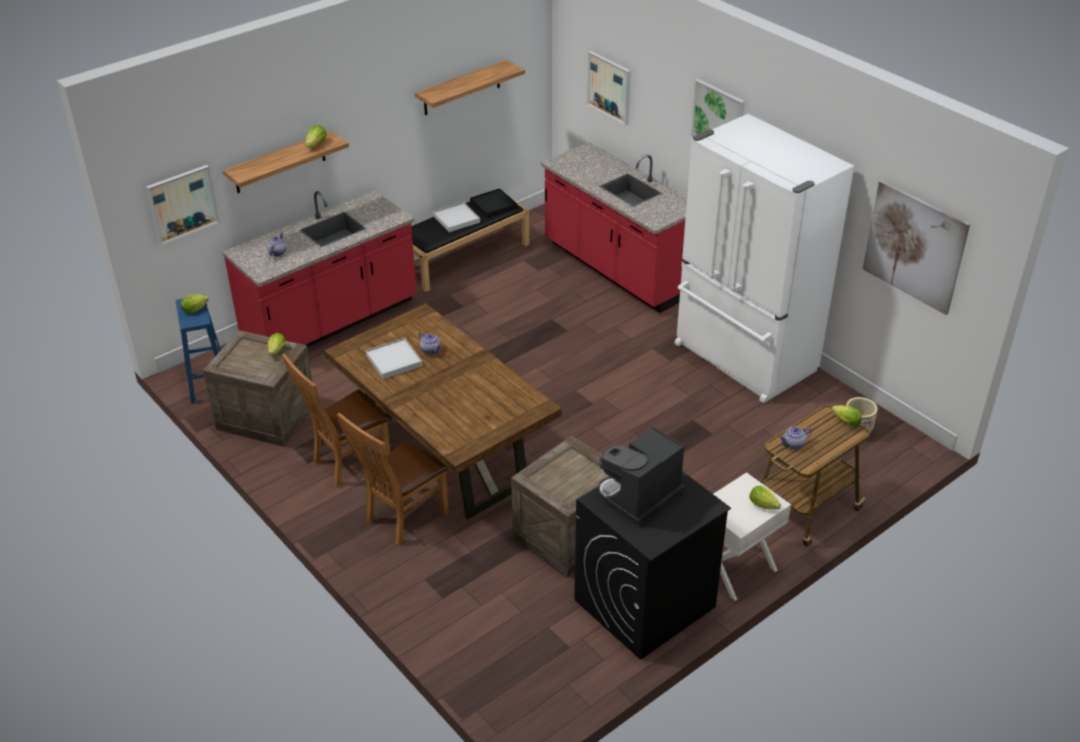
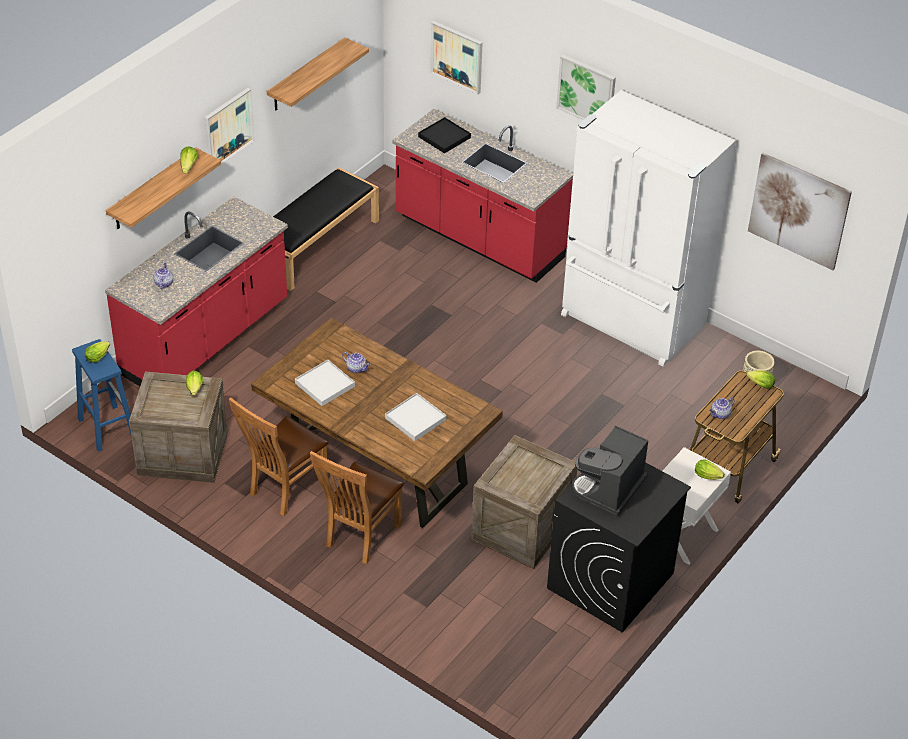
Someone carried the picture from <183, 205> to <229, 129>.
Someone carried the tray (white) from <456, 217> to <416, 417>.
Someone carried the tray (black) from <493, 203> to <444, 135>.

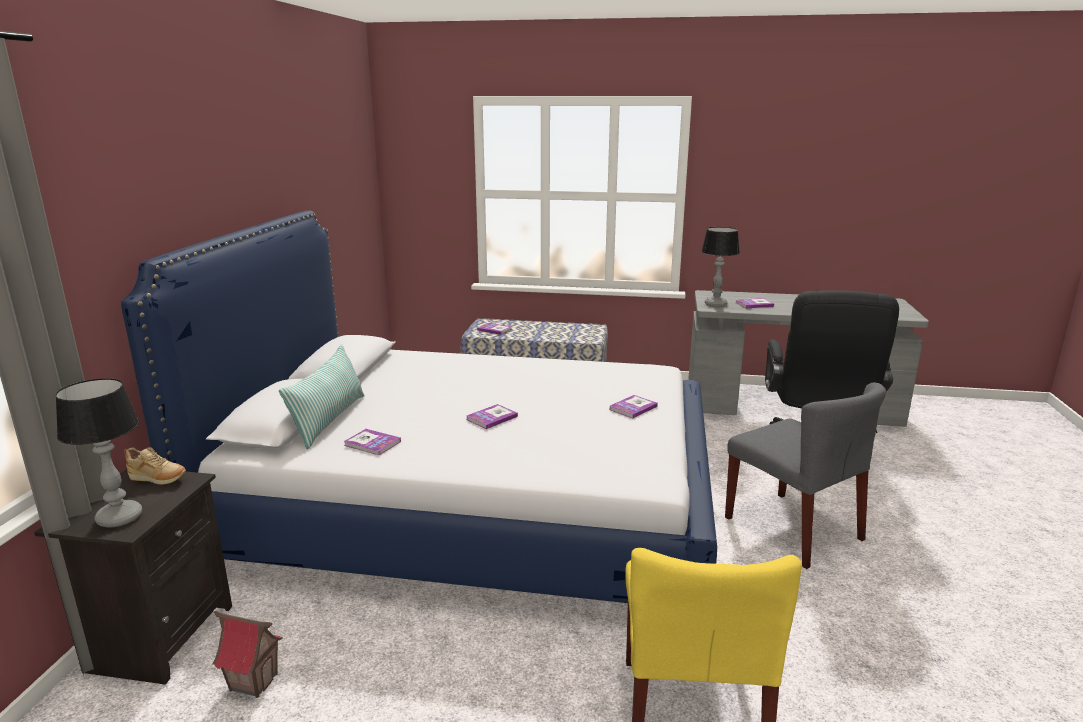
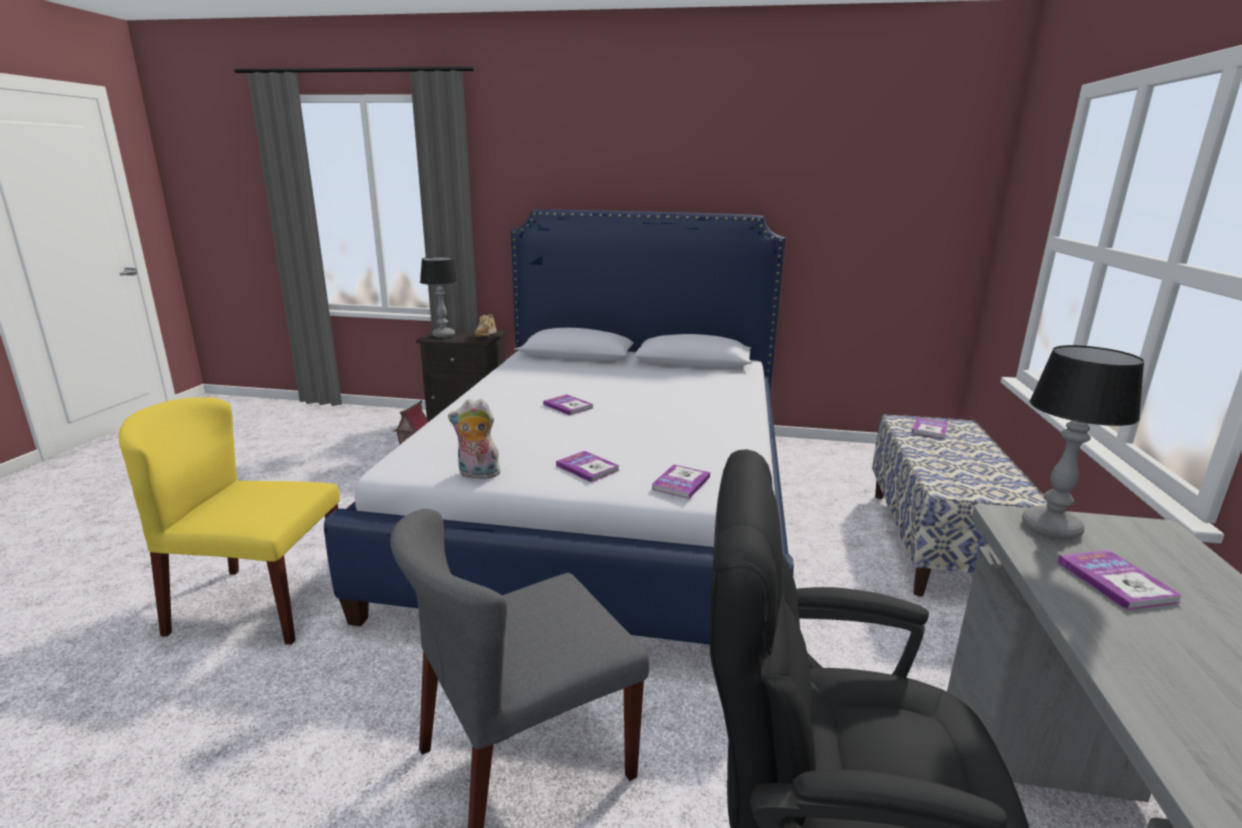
Someone took away the pillow at <321, 397>.
Someone put down the plush toy at <474, 439>.
Someone carried the book from <372, 442> to <680, 481>.

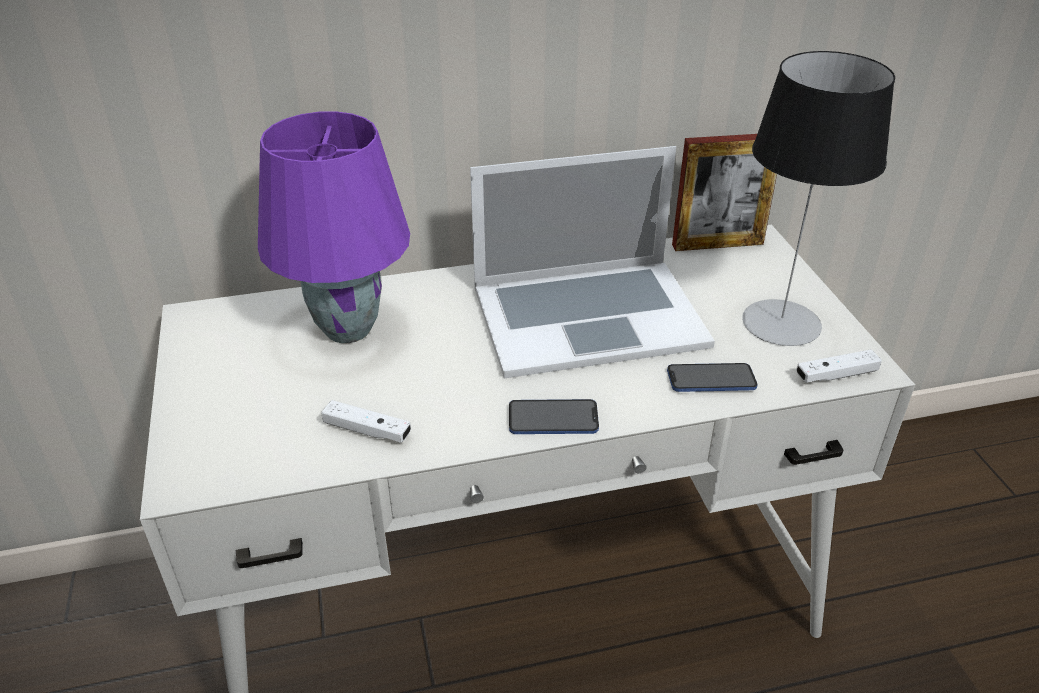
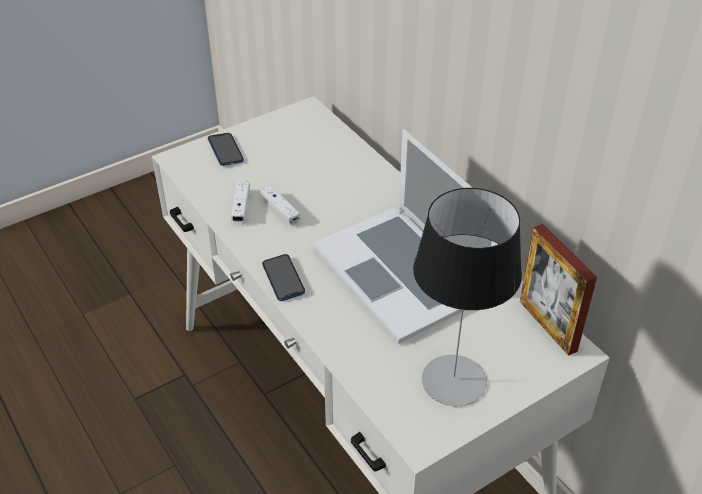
Someone took away the table lamp (purple) at <334, 227>.
Someone carried the phone from <712, 377> to <226, 149>.
Someone carried the game controller (white) from <839, 366> to <280, 205>.

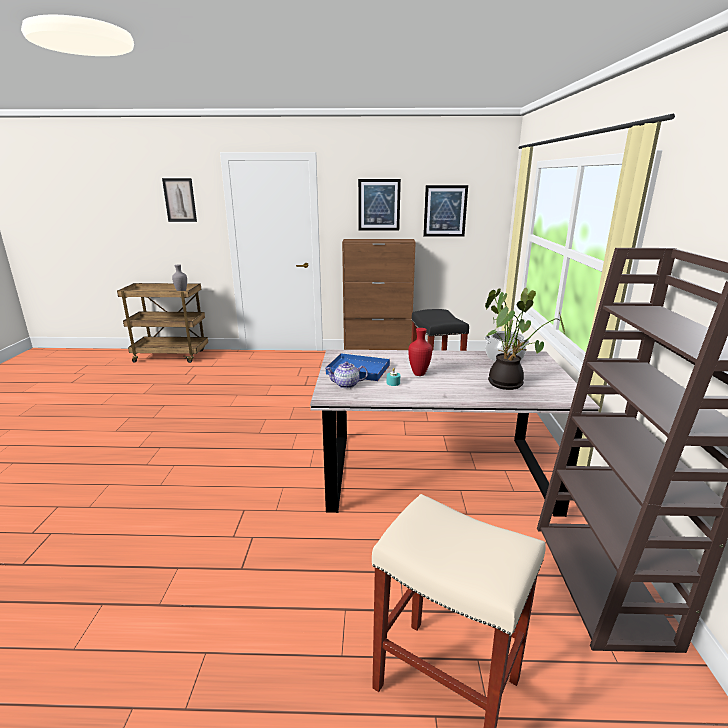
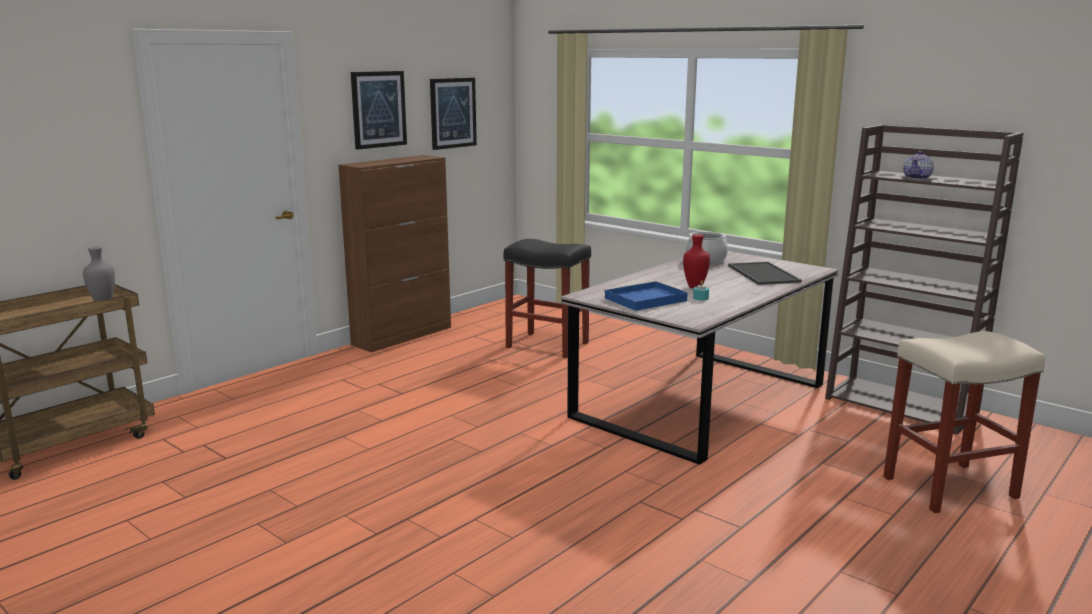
Someone took away the picture at <179, 200>.
Someone carried the teapot from <346, 375> to <918, 165>.
Someone swapped the potted plant at <525, 339> for the tray at <765, 273>.

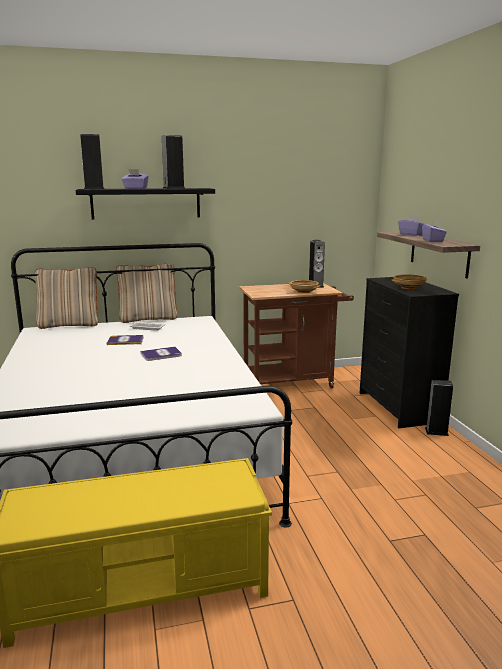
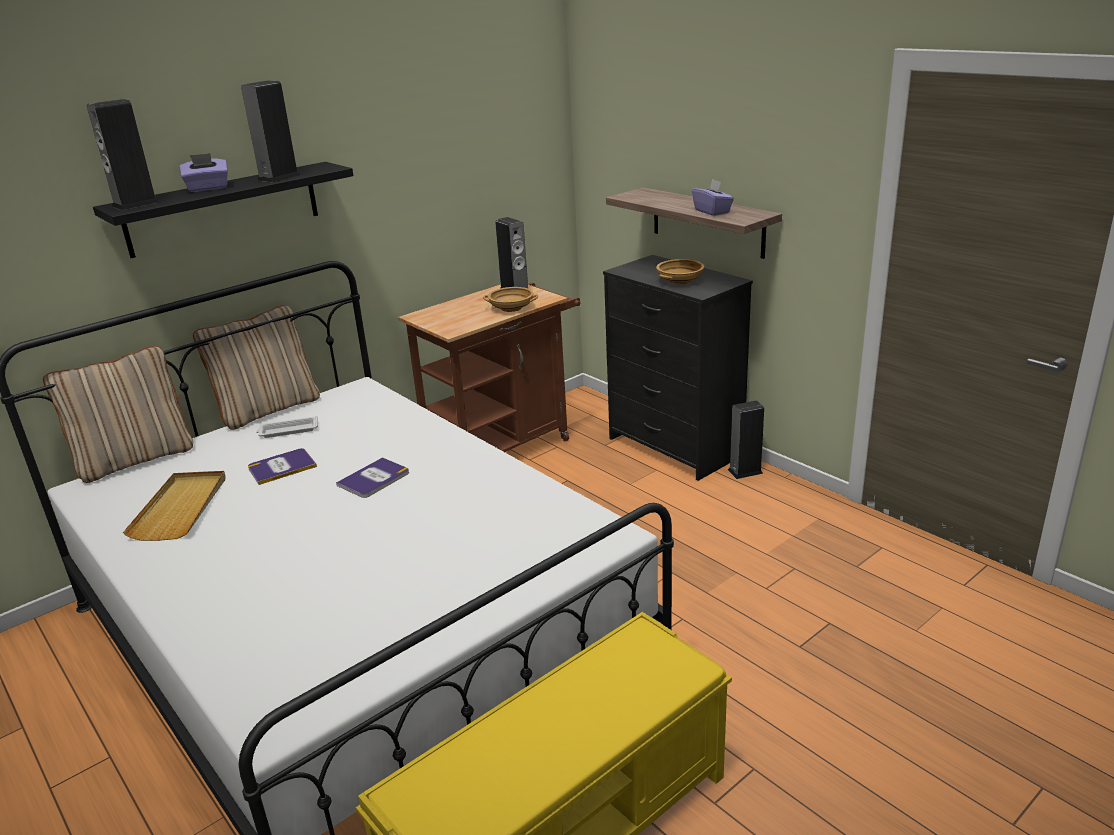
Someone took away the tissue box (purple) at <411, 225>.
Someone put down the tray (beige) at <174, 506>.

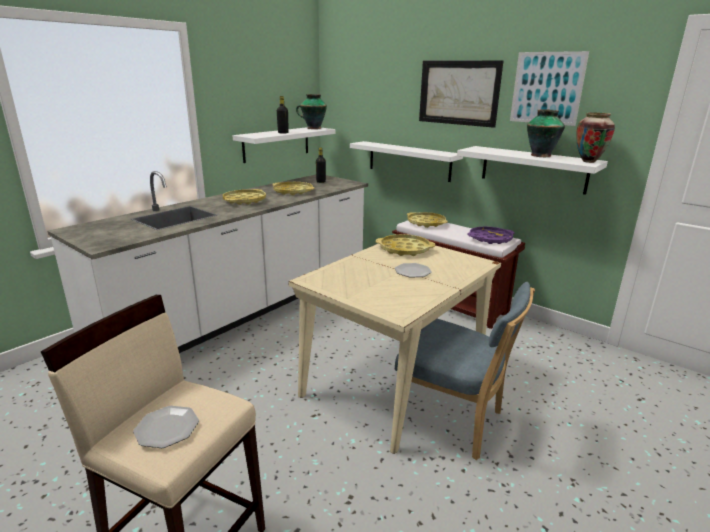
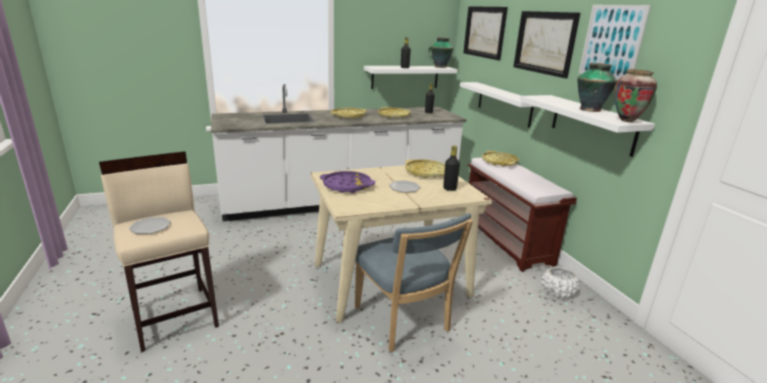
Someone put down the bottle (black) at <451, 168>.
Someone put up the picture at <485, 33>.
Someone put down the planter (white) at <560, 283>.
Someone carried the tray (purple) from <491, 235> to <347, 182>.

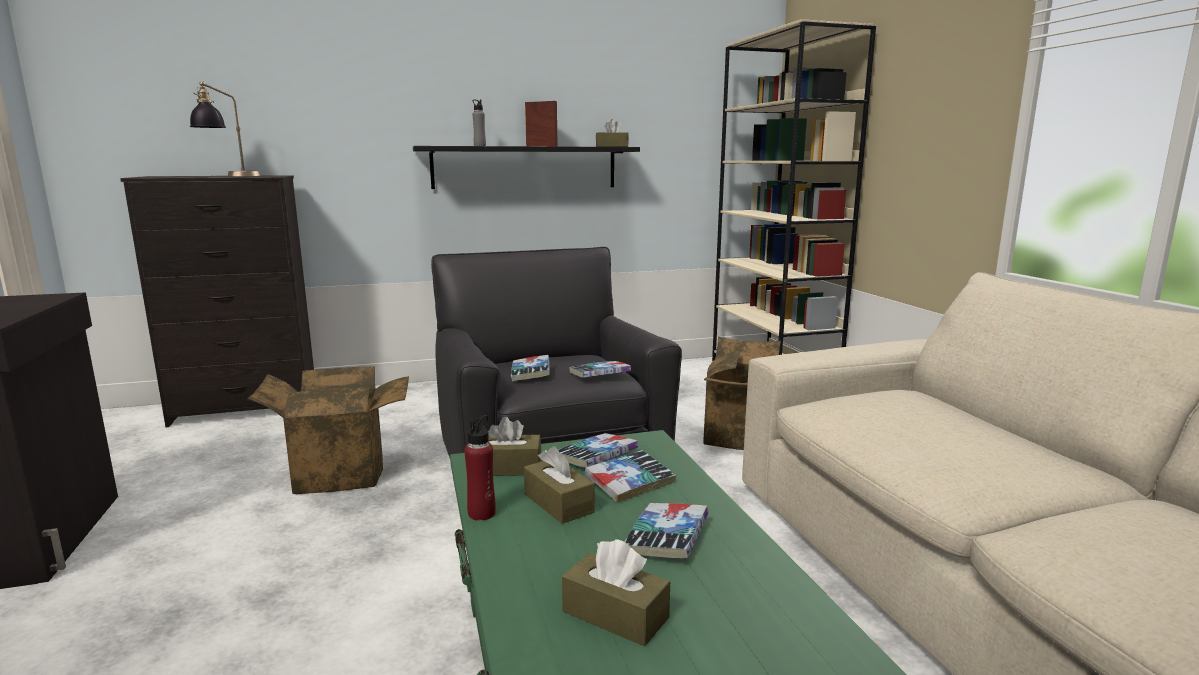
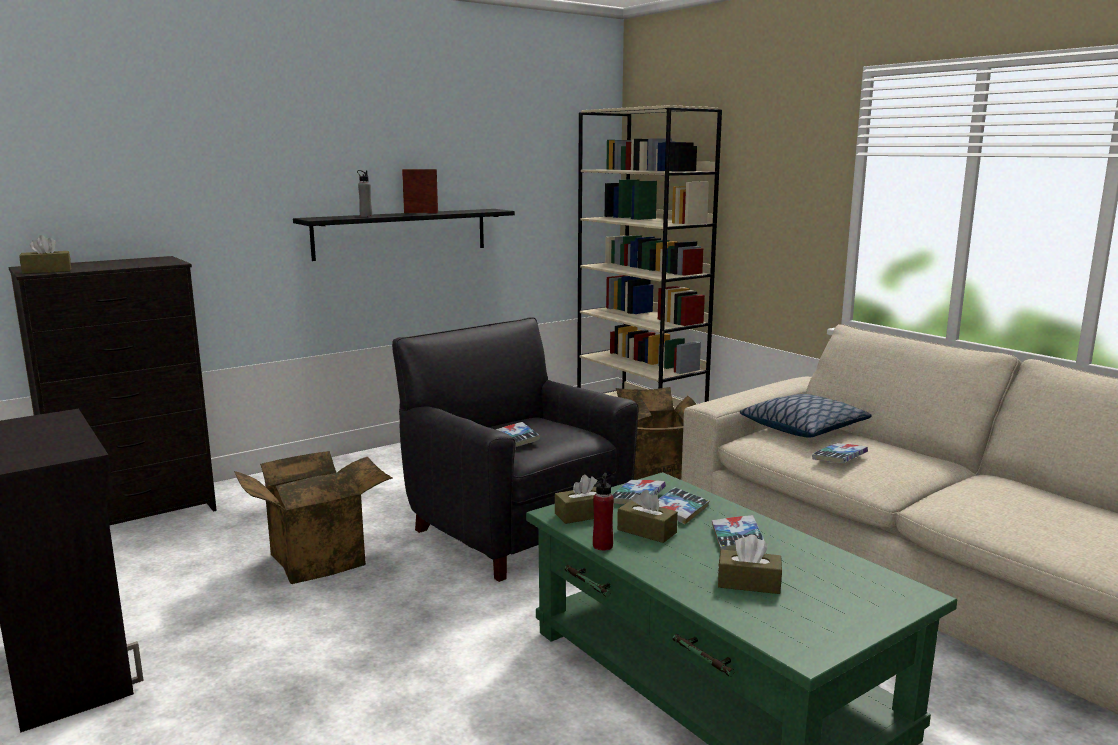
Someone took away the table lamp at <225, 128>.
Someone put down the pillow at <805, 416>.
Someone carried the book from <600, 369> to <840, 453>.
Someone carried the tissue box (brown) from <612, 133> to <45, 254>.

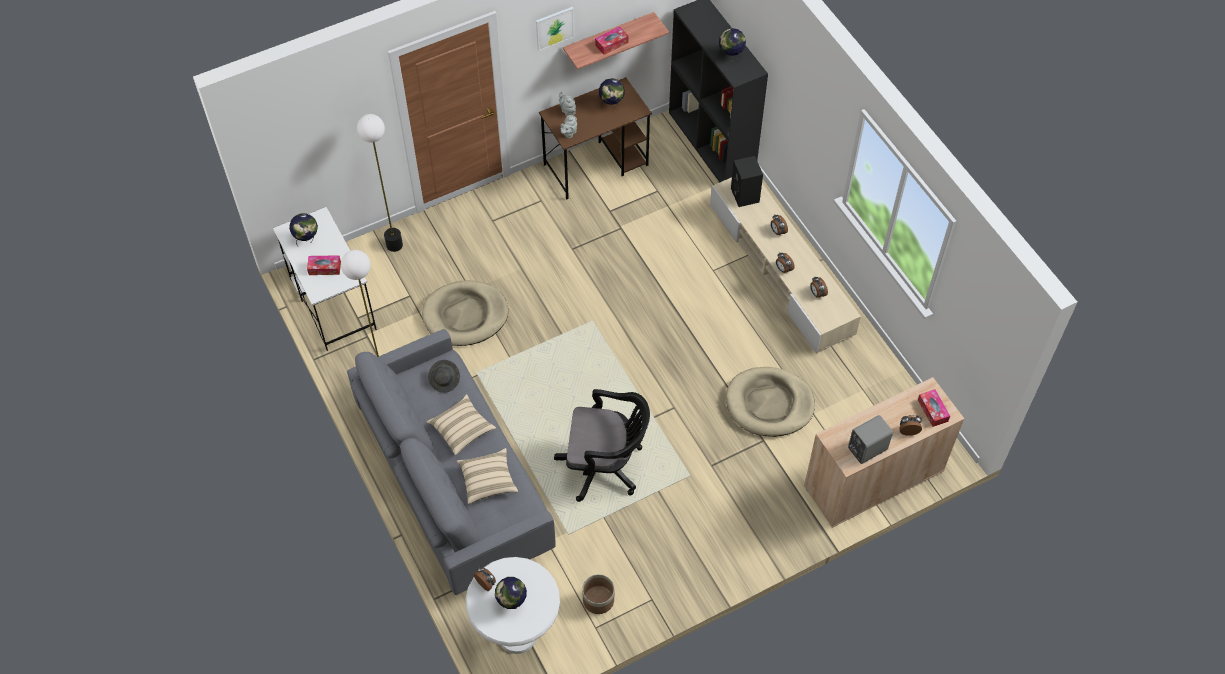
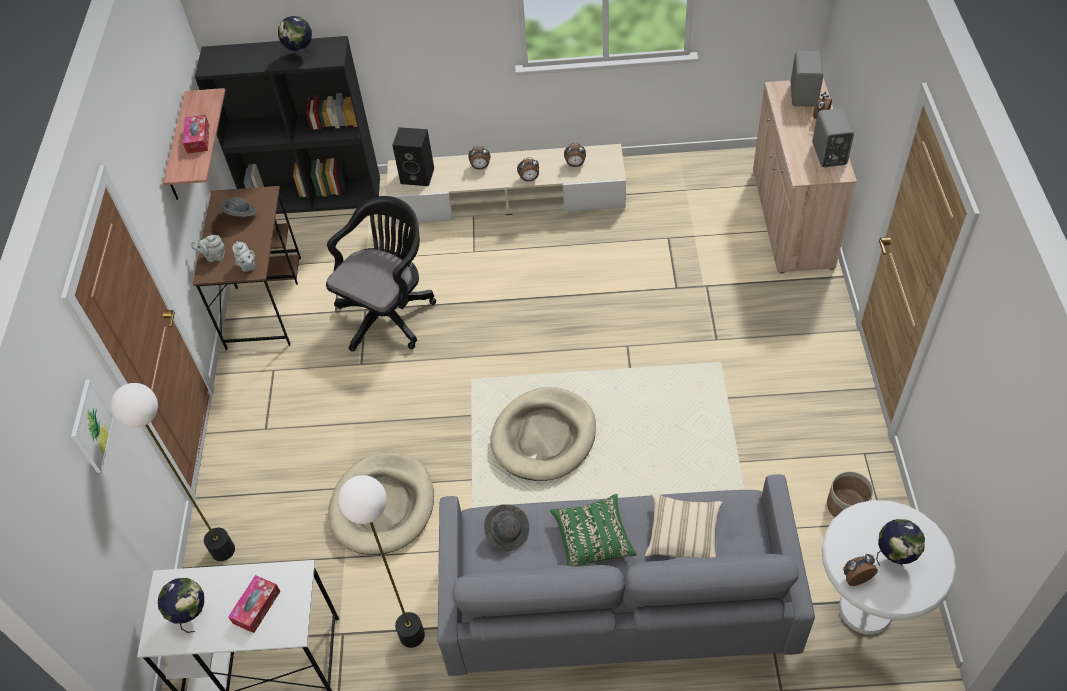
Someone carried the picture from <555, 29> to <92, 426>.
Someone carried the office chair (black) from <602, 445> to <381, 273>.
Someone carried the dog bed (beige) from <770, 402> to <543, 434>.
Someone swapped the globe at <612, 93> for the hat (grey) at <237, 207>.
Someone swapped the tissue box at <934, 408> for the speaker (grey) at <807, 79>.
Someone repainted the pillow (beige) at <461, 425>, which became the pillow (green) at <593, 530>.

